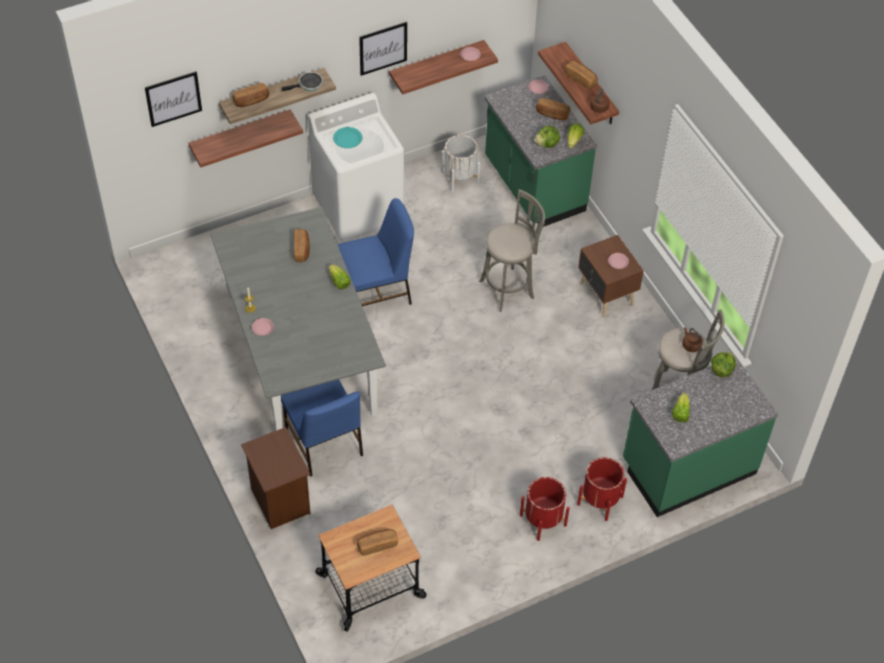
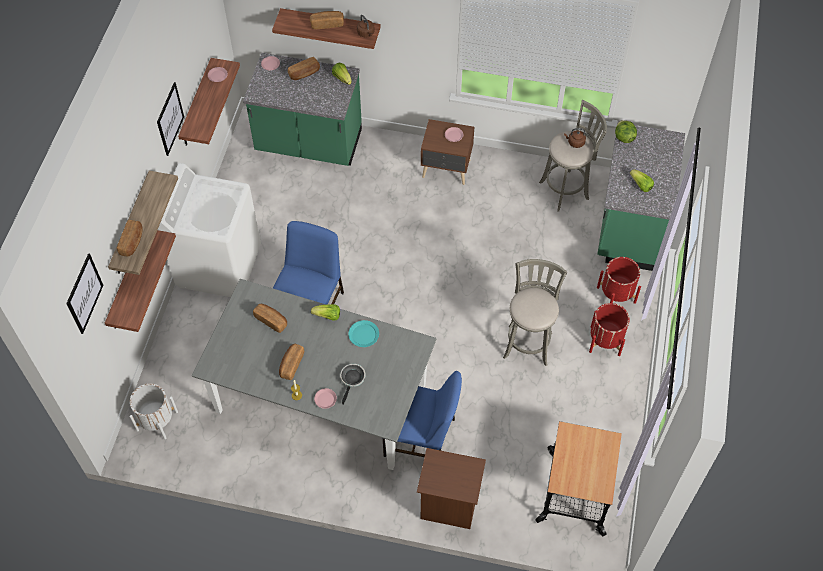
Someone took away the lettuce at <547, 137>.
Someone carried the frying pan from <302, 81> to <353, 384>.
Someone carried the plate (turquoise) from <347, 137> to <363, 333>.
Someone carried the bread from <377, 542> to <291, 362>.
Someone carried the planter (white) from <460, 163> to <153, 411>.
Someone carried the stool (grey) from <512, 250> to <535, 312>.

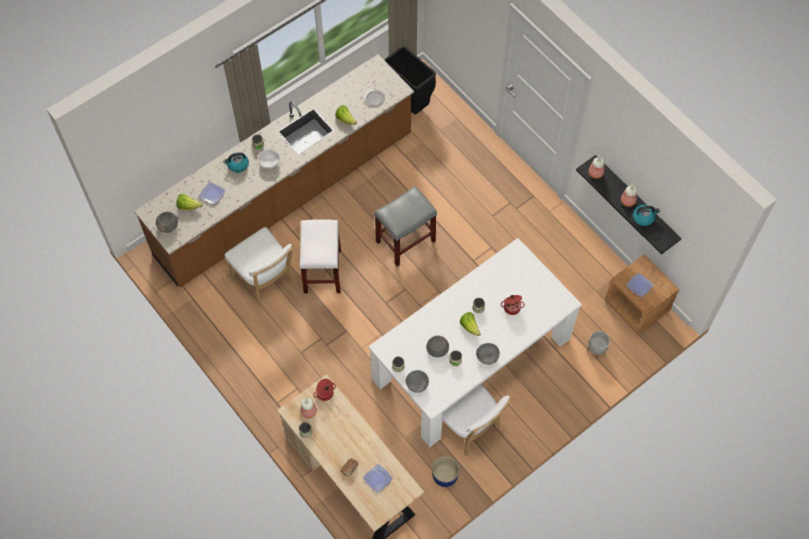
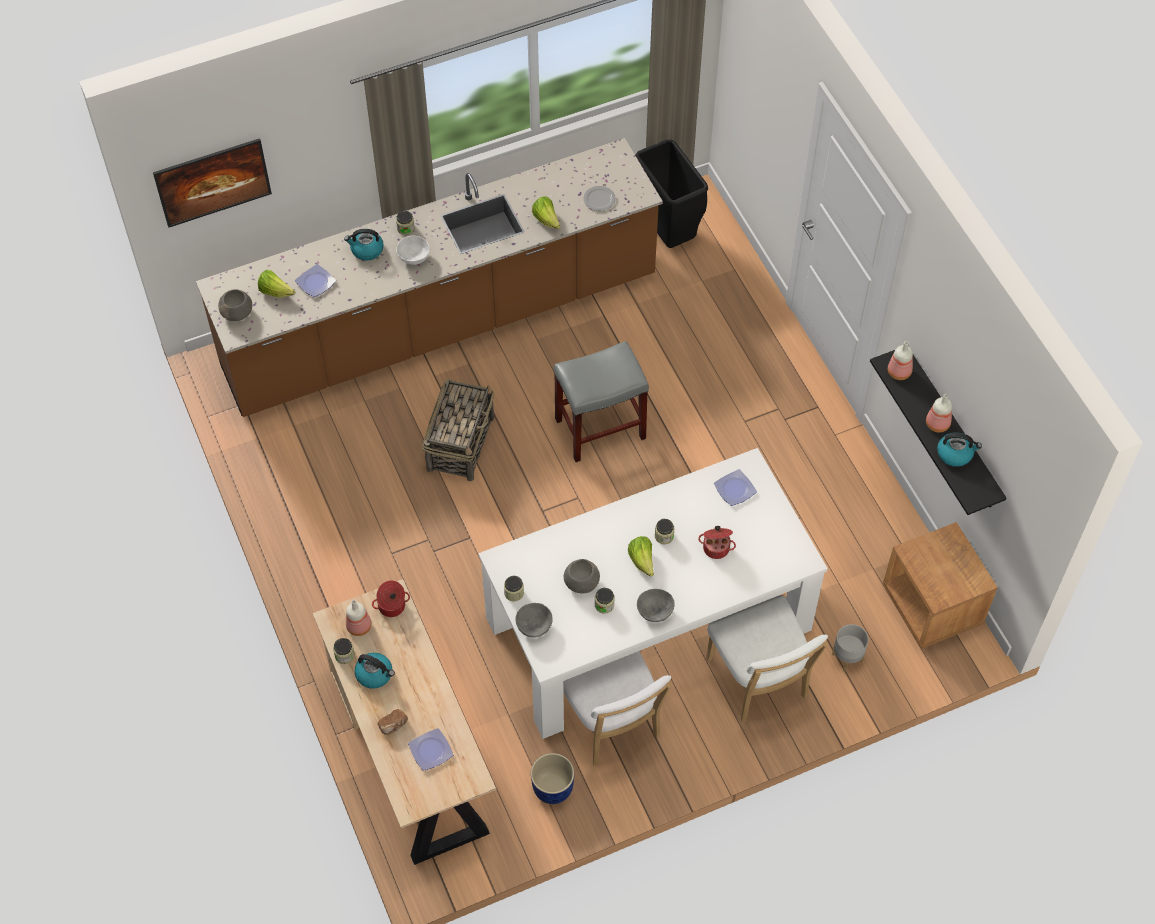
Someone put up the picture at <212, 182>.
Someone put down the kettle at <375, 671>.
Someone carried the chair (white) from <260, 267> to <767, 659>.
Someone carried the plate from <640, 285> to <735, 487>.
Someone swapped the stool (white) at <320, 256> for the basket at <458, 430>.

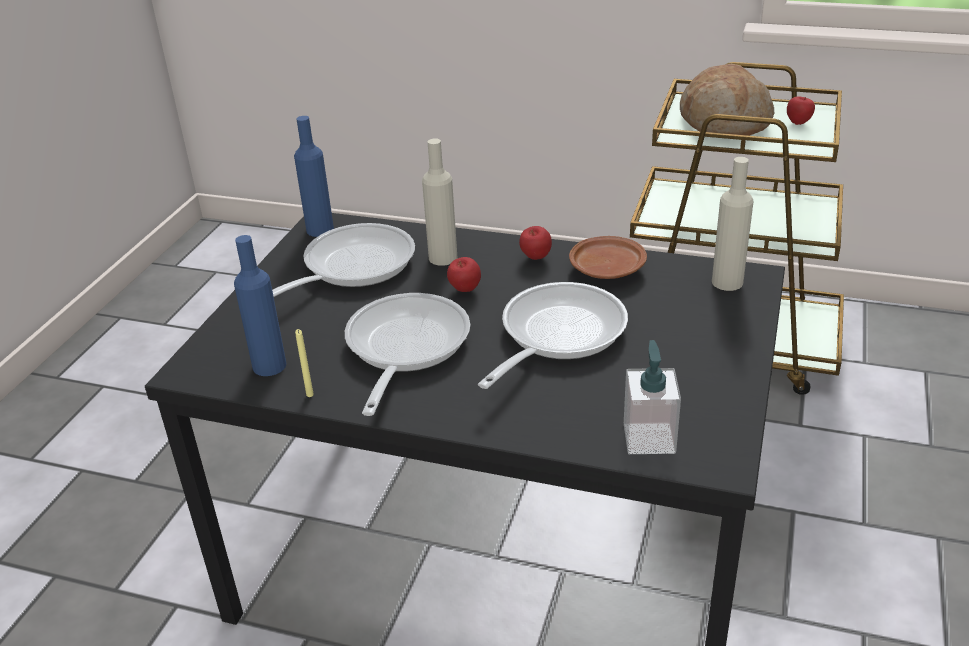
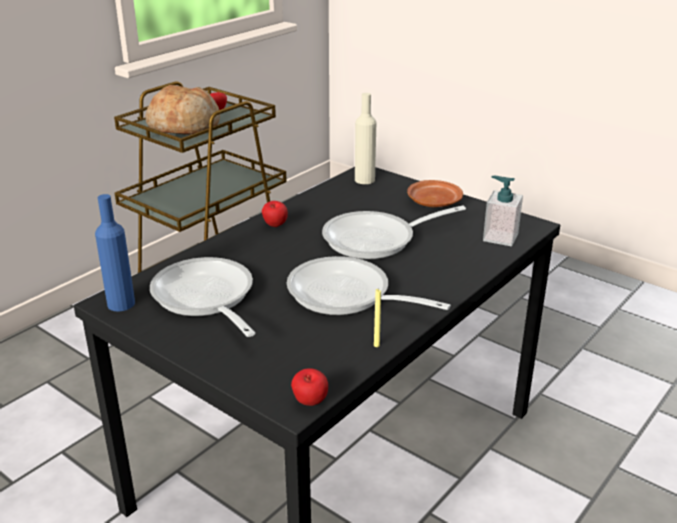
Someone took away the bottle (blue) at <260, 305>.
Someone took away the bottle (beige) at <439, 202>.
Someone carried the apple from <464, 274> to <309, 387>.
Someone carried the plate (brown) from <608, 257> to <435, 193>.
Someone rotated the frying pan at <553, 335> by 75 degrees counterclockwise.

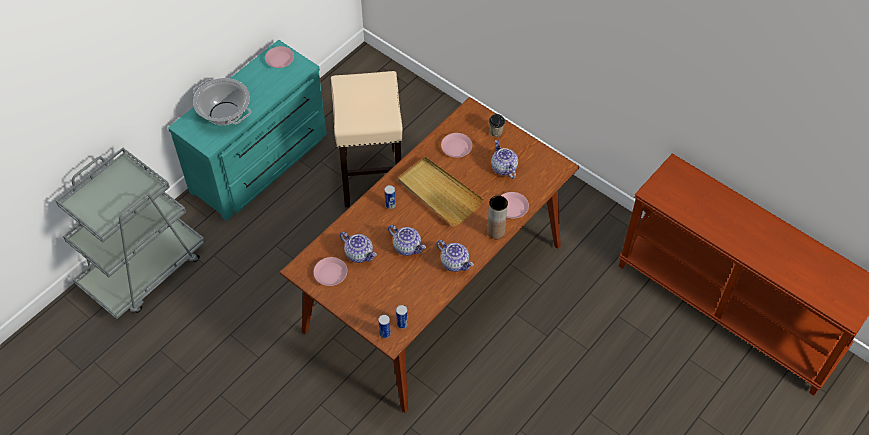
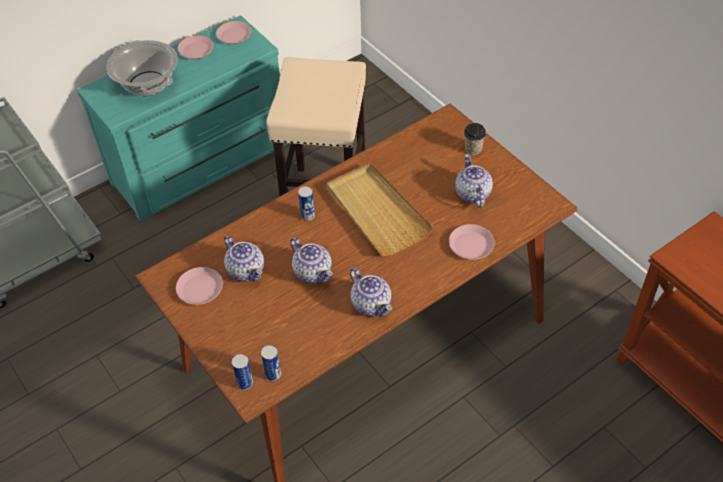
Someone took away the vase (brown) at <497, 217>.
Someone carried the plate (pink) from <456, 145> to <196, 47>.

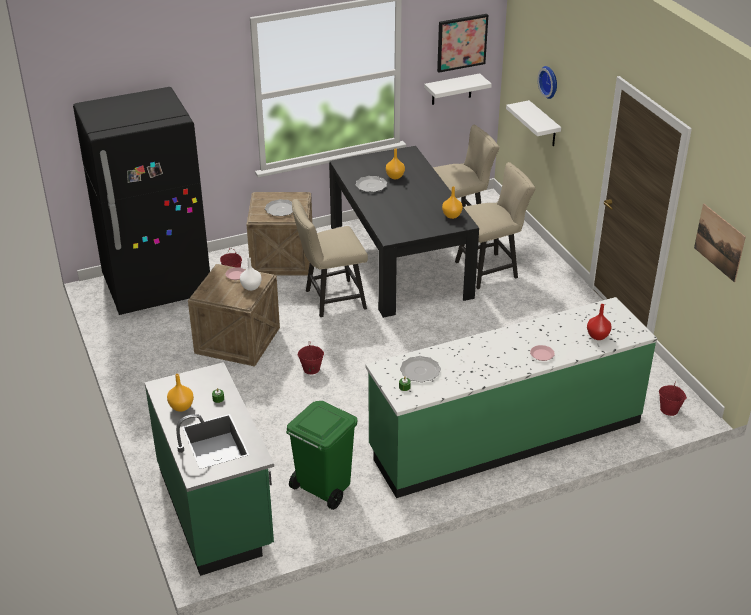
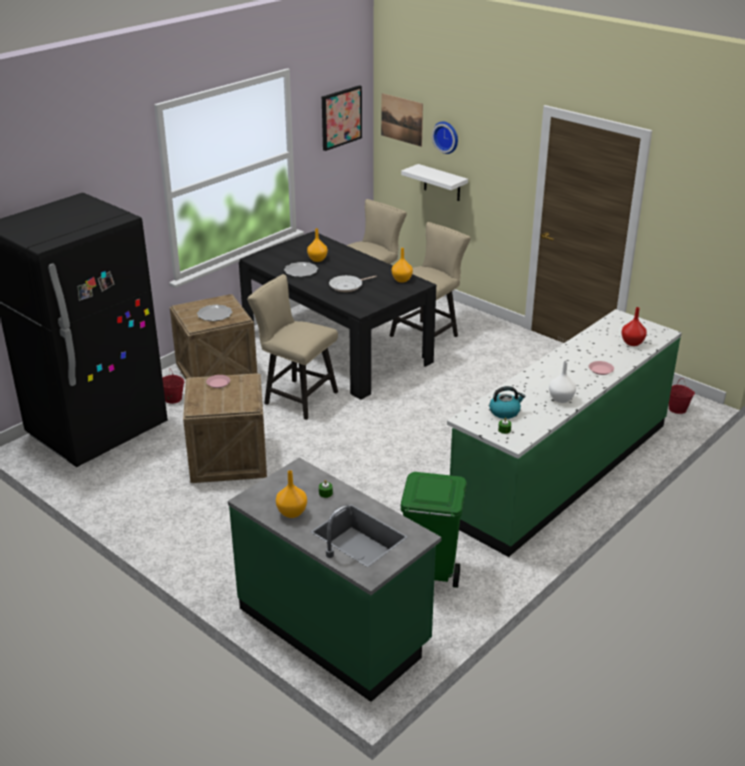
Someone took away the bucket (red) at <311, 358>.
Someone took away the shelf (white) at <458, 89>.
Someone put down the frying pan at <353, 283>.
Someone carried the vase (white) from <251, 274> to <562, 382>.
Someone carried the picture from <720, 243> to <402, 120>.
Someone swapped the plate at <420, 369> for the kettle at <507, 402>.
Someone rotated the chair (beige) at <330, 258> by 75 degrees clockwise.

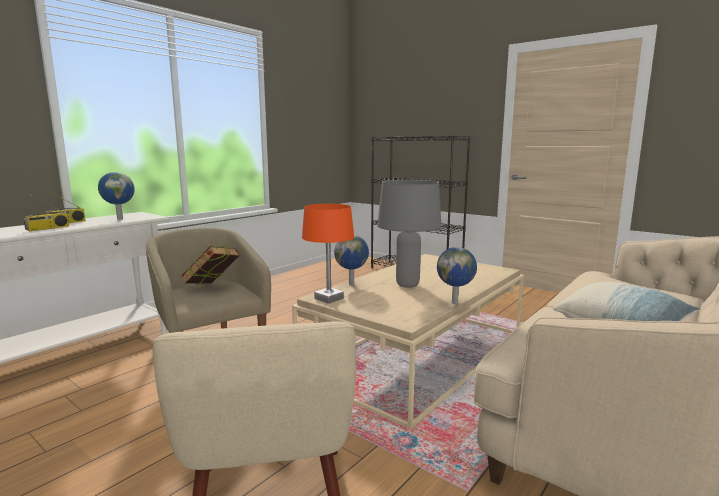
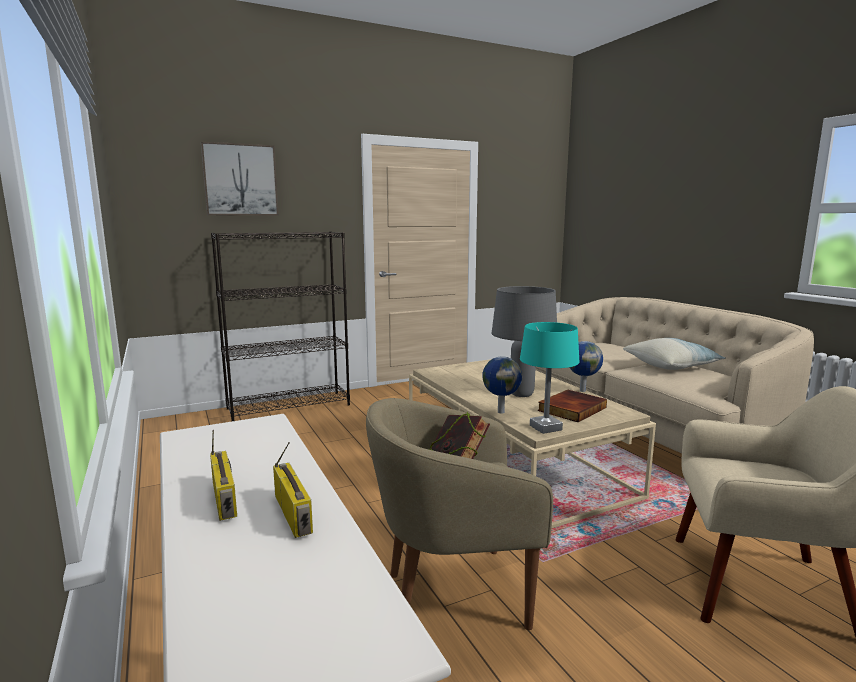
Someone took away the globe at <116, 196>.
Someone put up the picture at <240, 178>.
Someone put down the book at <572, 406>.
Someone repainted the table lamp (orange) at <328, 254>, which became the table lamp (turquoise) at <549, 378>.

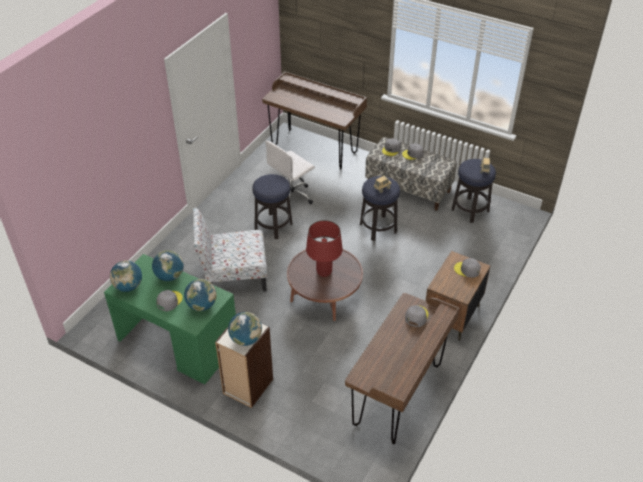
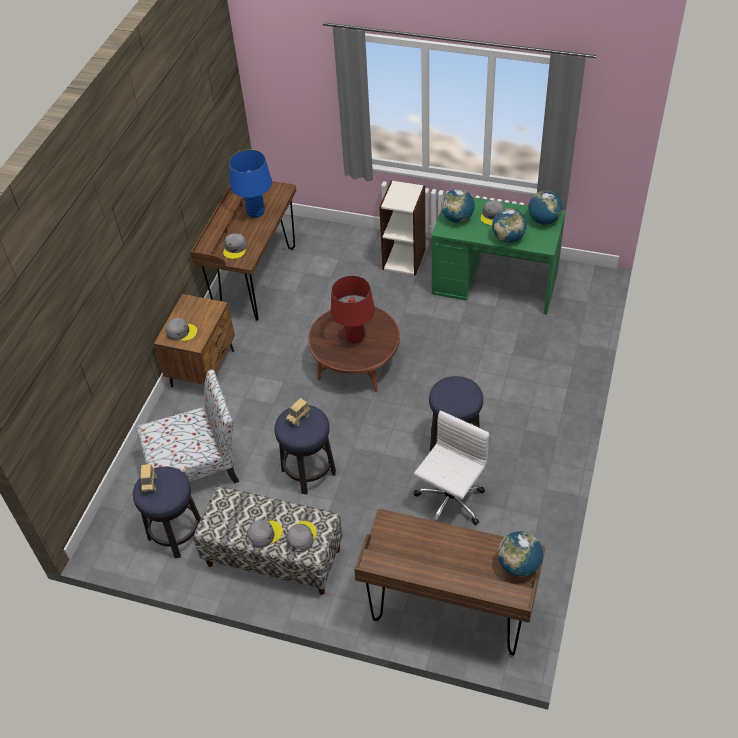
Someone put down the table lamp (blue) at <250, 184>.
Someone carried the chair from <229, 250> to <188, 426>.
Someone carried the globe from <245, 329> to <520, 554>.

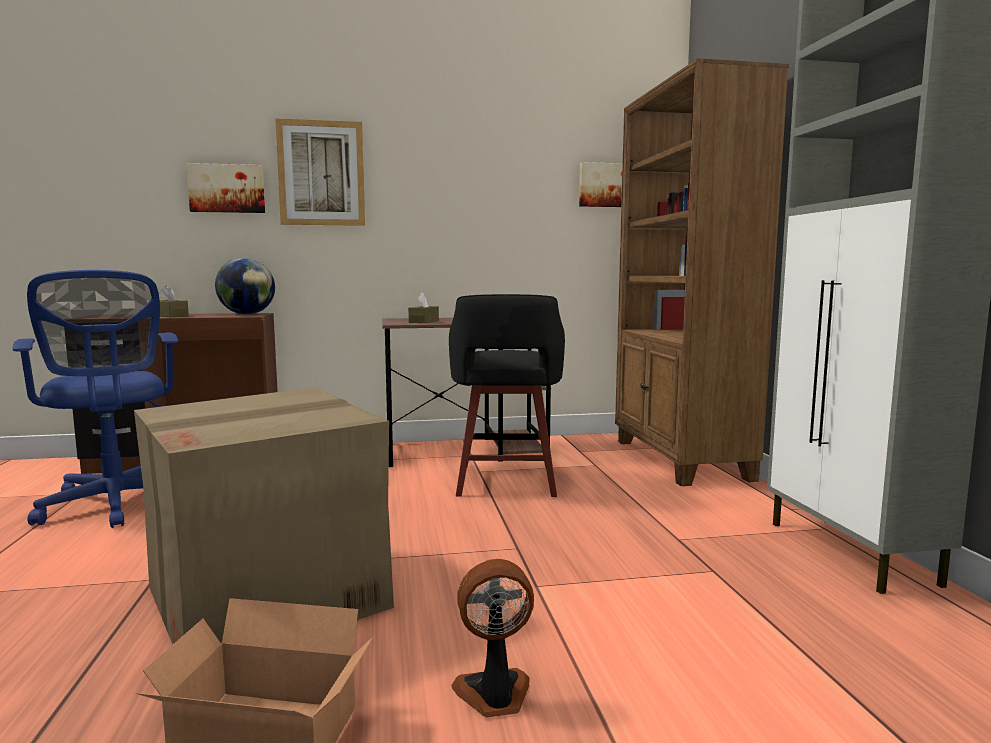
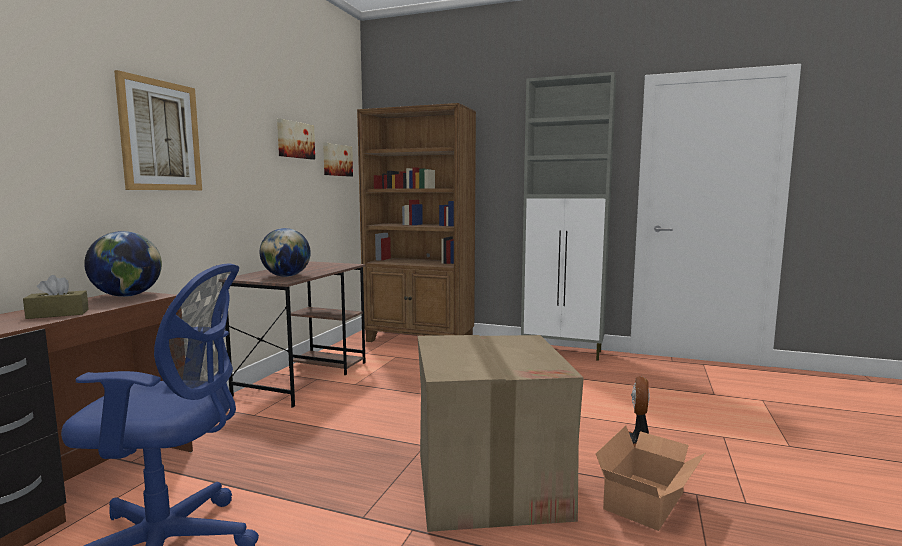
Someone took away the stool (black) at <507, 395>.
Someone carried the picture from <225, 188> to <296, 139>.
Someone swapped the tissue box (brown) at <423, 308> for the globe at <285, 252>.

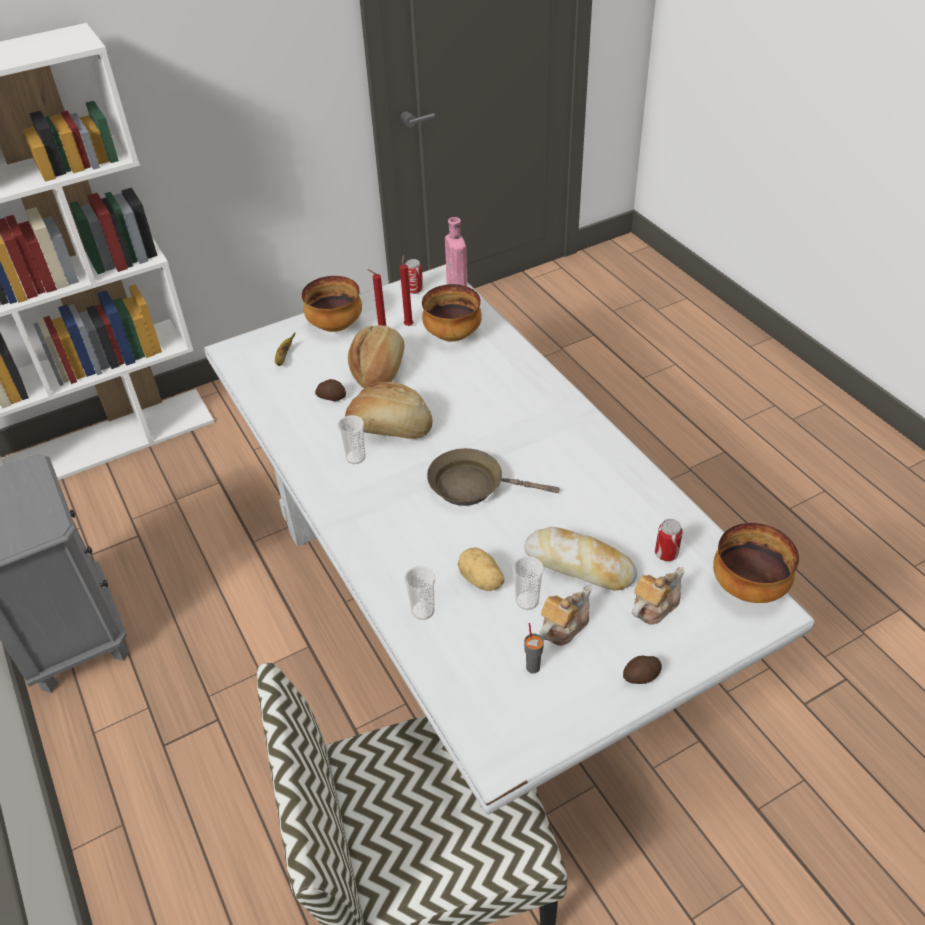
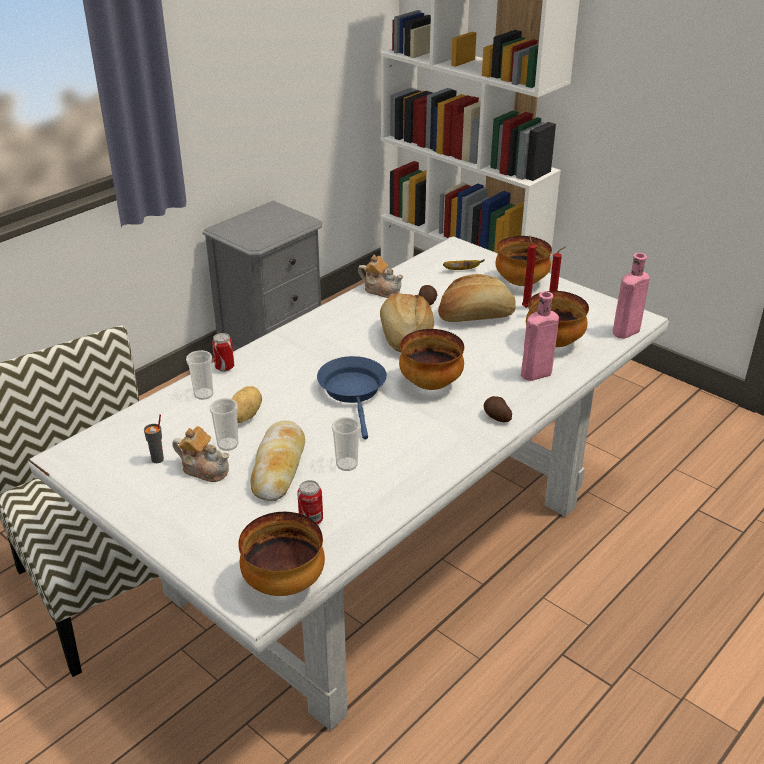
Someone put down the bowl at <431, 359>.
Someone put down the bottle (pink) at <540, 336>.
Someone carried the cup from <351, 439> to <346, 444>.
Someone carried the can from <414, 276> to <223, 352>.
Someone carried the potato from <642, 669> to <498, 409>.
Someone carried the teapot from <658, 596> to <380, 276>.
Someone repainted the frying pan (brown) at <493, 477>, which became the frying pan (blue) at <352, 398>.

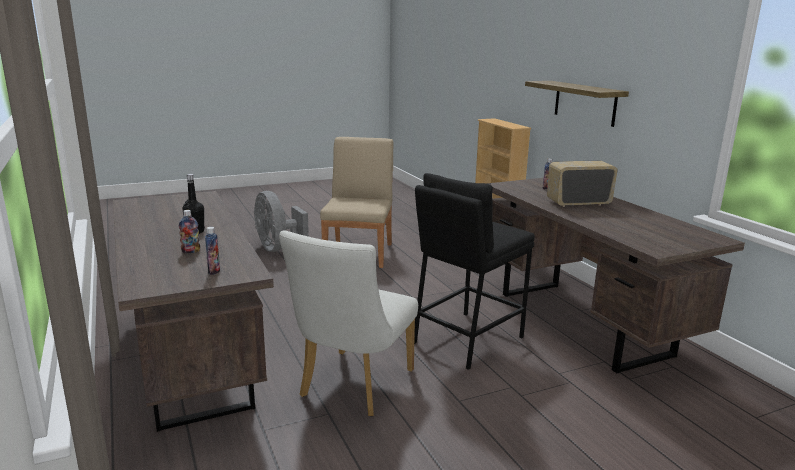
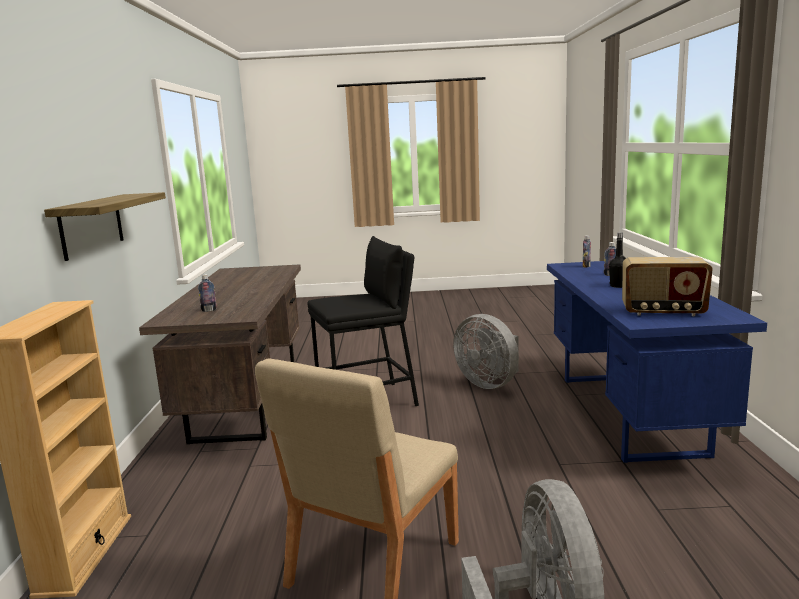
Someone carried the radio from <582, 184> to <667, 286>.
Someone swapped the chair (white) at <348, 323> for the fan (grey) at <486, 351>.
Someone repainted the desk (brown) at <193, 311>, which became the desk (blue) at <657, 362>.

